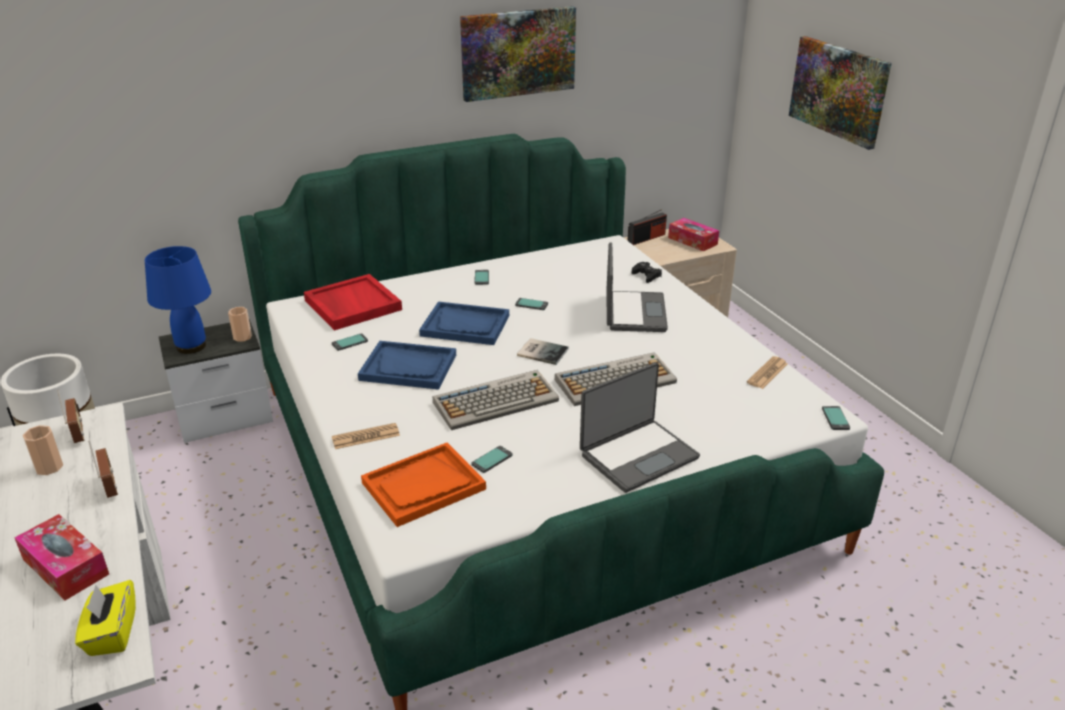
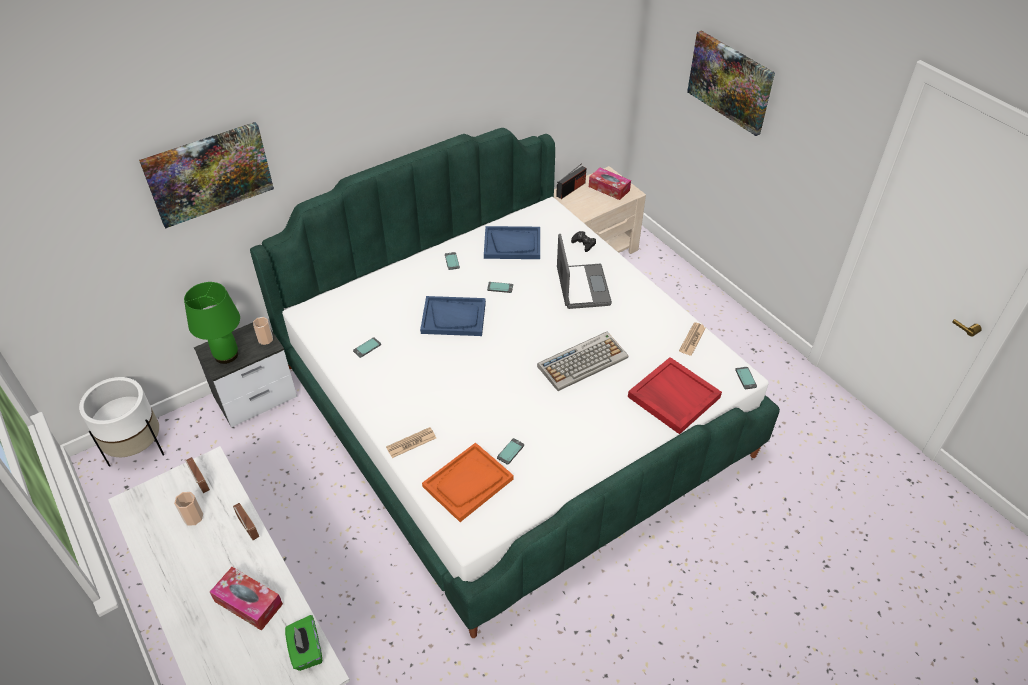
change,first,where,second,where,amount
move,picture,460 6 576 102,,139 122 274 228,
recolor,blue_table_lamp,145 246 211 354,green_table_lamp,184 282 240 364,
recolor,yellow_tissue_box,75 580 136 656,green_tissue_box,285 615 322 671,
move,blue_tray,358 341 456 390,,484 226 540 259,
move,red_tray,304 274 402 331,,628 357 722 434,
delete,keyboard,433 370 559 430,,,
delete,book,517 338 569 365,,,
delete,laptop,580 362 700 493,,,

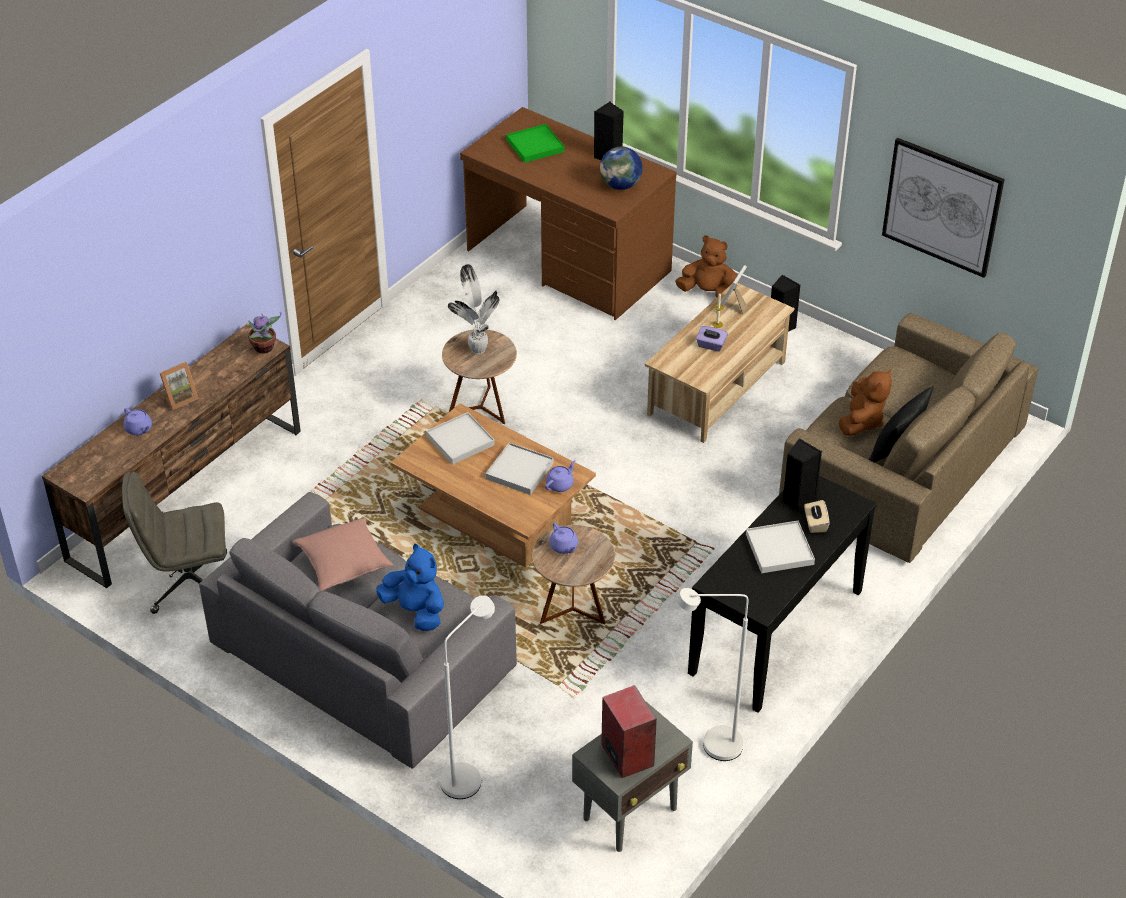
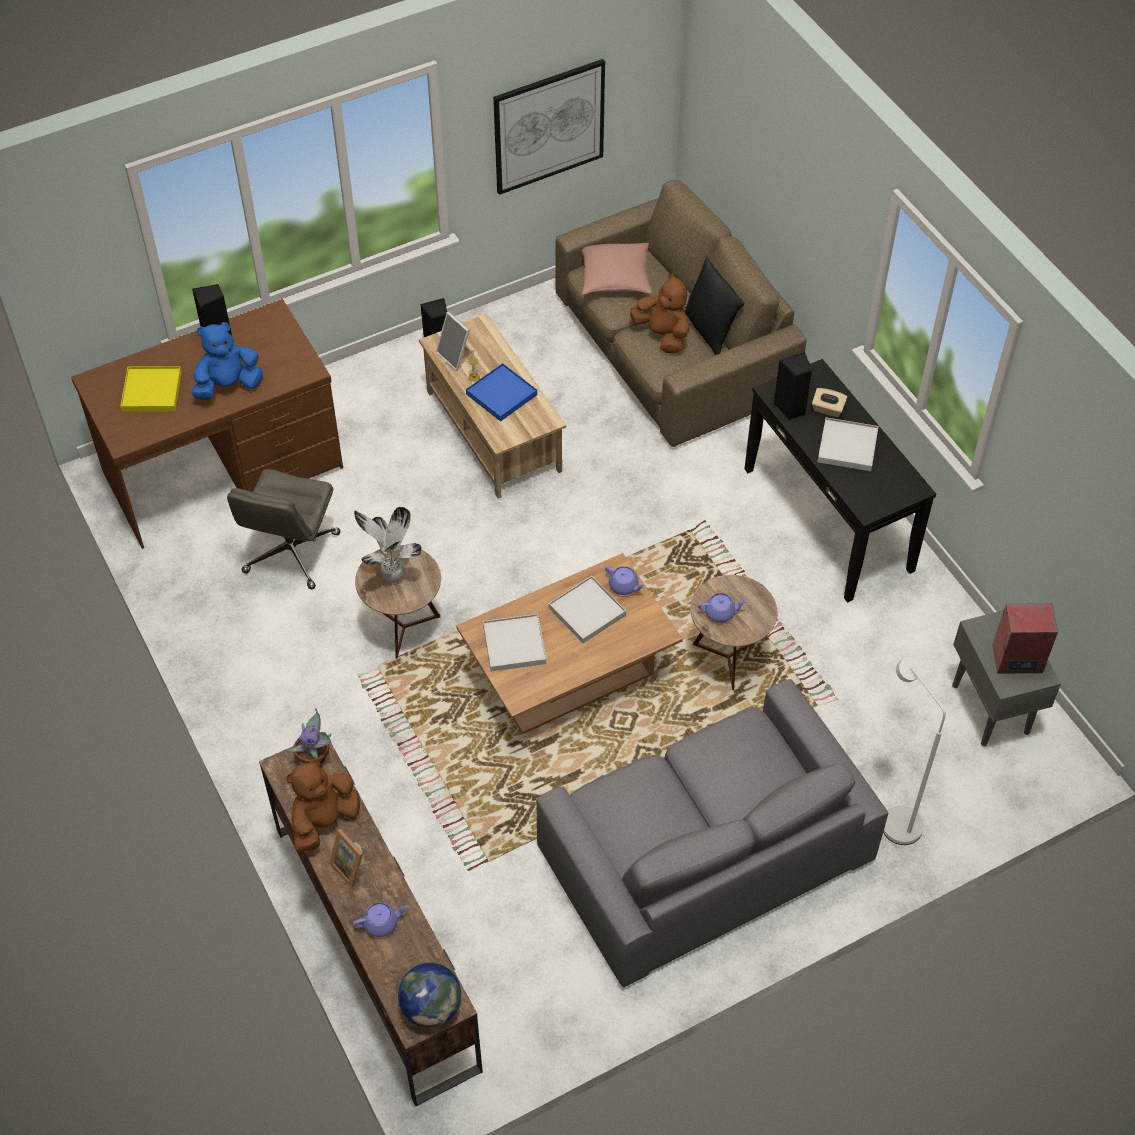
change,first,where,second,where,amount
recolor,green_tray,506 124 565 163,yellow_tray,120 366 182 412,
move,blue_plush_toy,377 544 444 631,,191 322 263 400,
move,grey_office_chair,122 472 227 614,,227 469 340 589,
move,brown_plush_toy,675 235 737 298,,287 758 360 852,
rotate,picture_frame,160 362 199 410,,329 829 363 888,150 degrees clockwise
move,globe,600 147 643 190,,398 963 461 1027,
replace,purple_tissue_box,696 326 728 352,blue_tray,466 363 537 422,
move,pink_pillow,292 518 393 591,,582 243 652 295,
rotate,purple_teapot,545 460 575 492,,605 566 645 595,150 degrees clockwise
delete,white_floor_lamp,676 588 748 761,,,

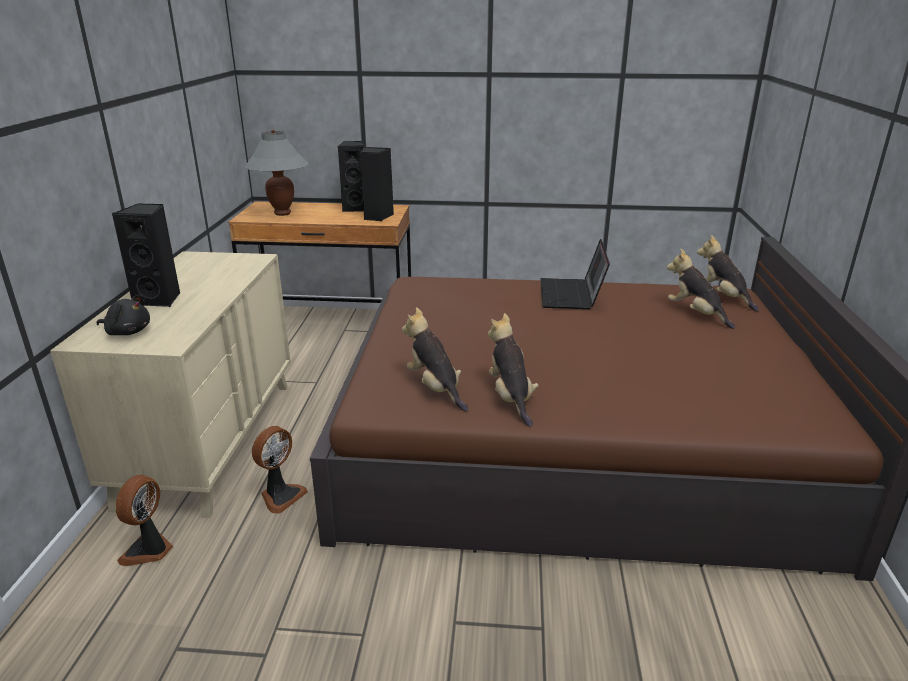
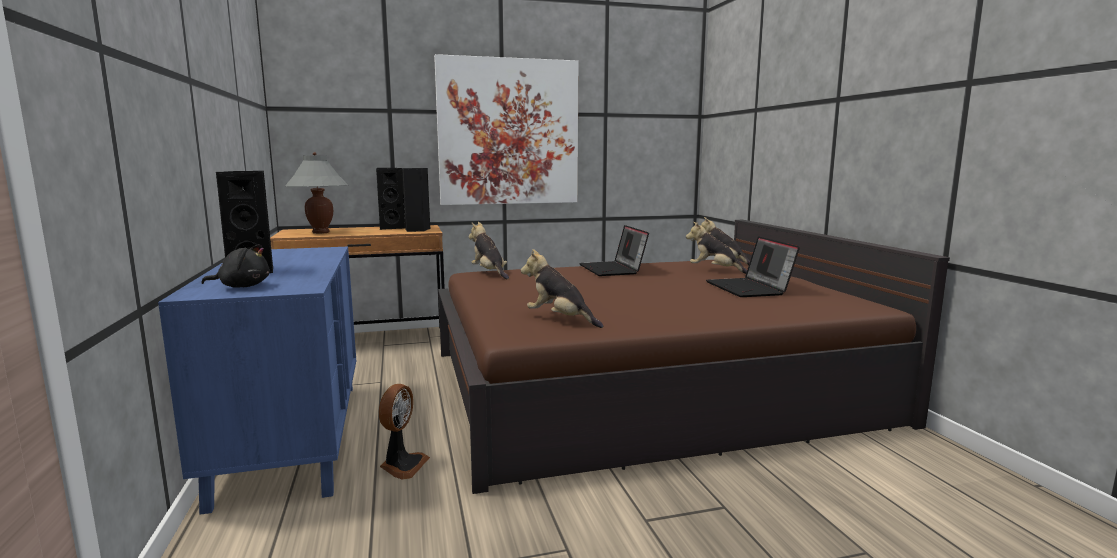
change,first,where,second,where,amount
recolor,beige_dresser,50 251 291 518,blue_dresser,158 247 356 515,
insert,,,picture,434 54 579 205,
move,plush_toy,488 313 539 427,,469 222 509 279,
insert,,,laptop,706 236 800 297,
delete,fan,116 475 173 566,,,

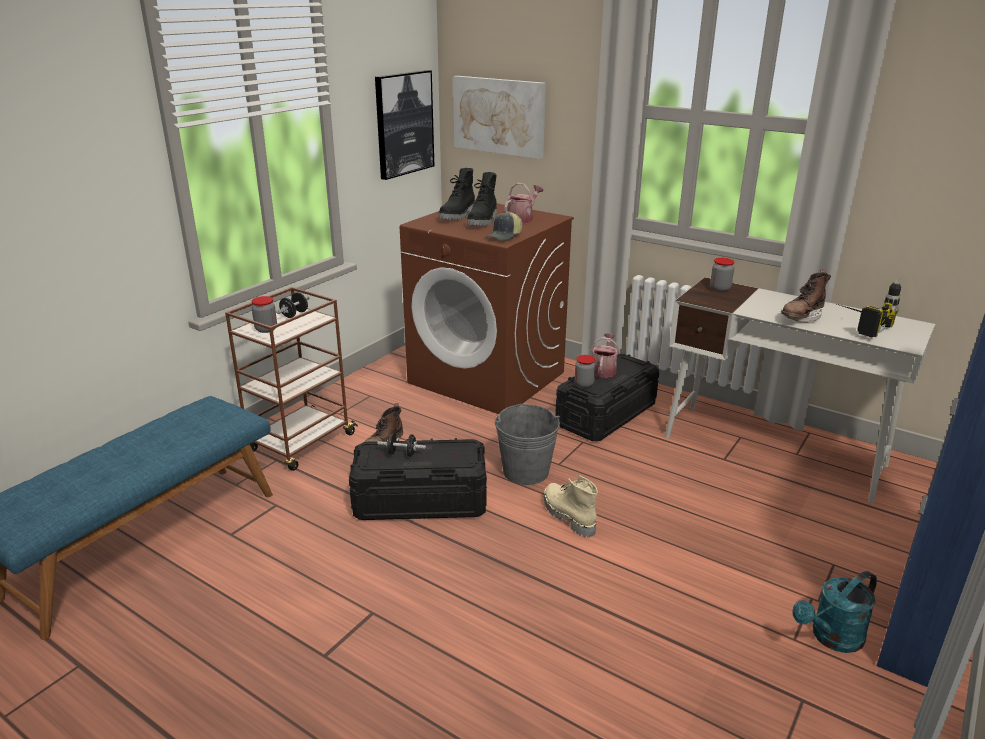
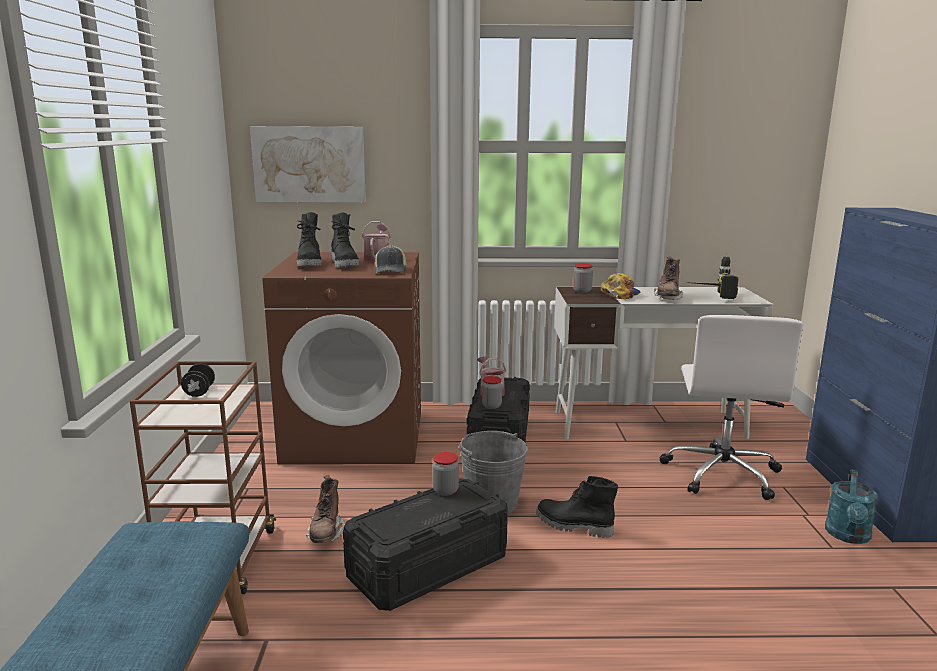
change,first,where,second,where,amount
move,jar,251 296 277 333,,432 452 459 496,
recolor,beige_boot,544 475 598 538,black_boot,536 476 618 538,
insert,,,cap,601 273 641 299,
insert,,,white_office_chair,660 315 803 500,
delete,picture,375 70 434 180,,,
delete,black_dumbbell,377 433 426 457,,,

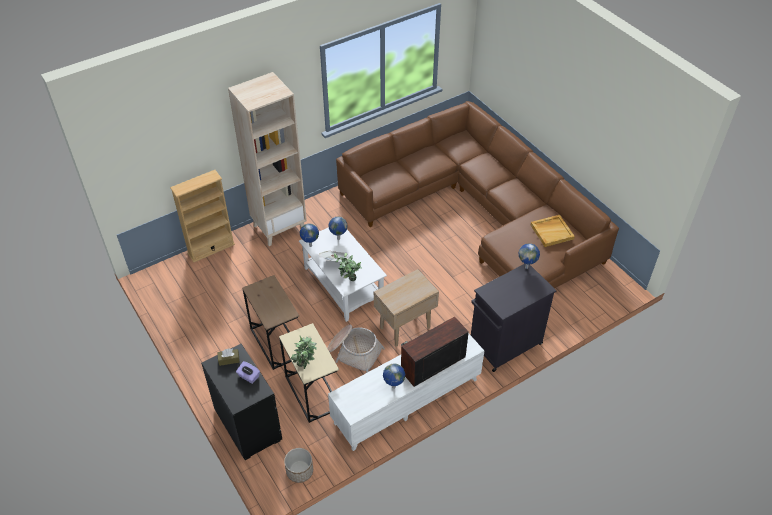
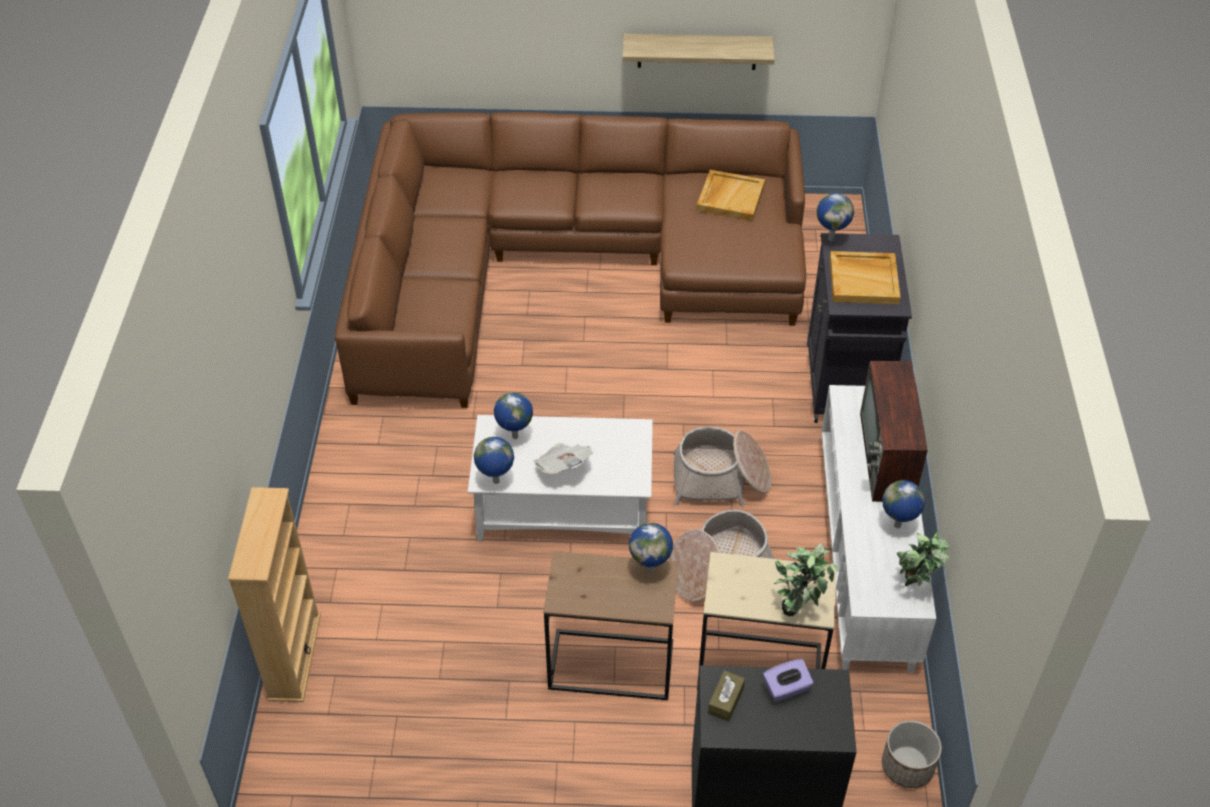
change,first,where,second,where,amount
insert,,,shelf,623 34 775 70,
insert,,,globe,629 523 673 573,
replace,beige_side_table,374 269 439 347,basket,673 427 771 506,
insert,,,beige_tray,830 251 901 304,
move,potted_plant,334 253 362 281,,897 530 950 586,
delete,beige_bookcase,228 72 307 246,,,

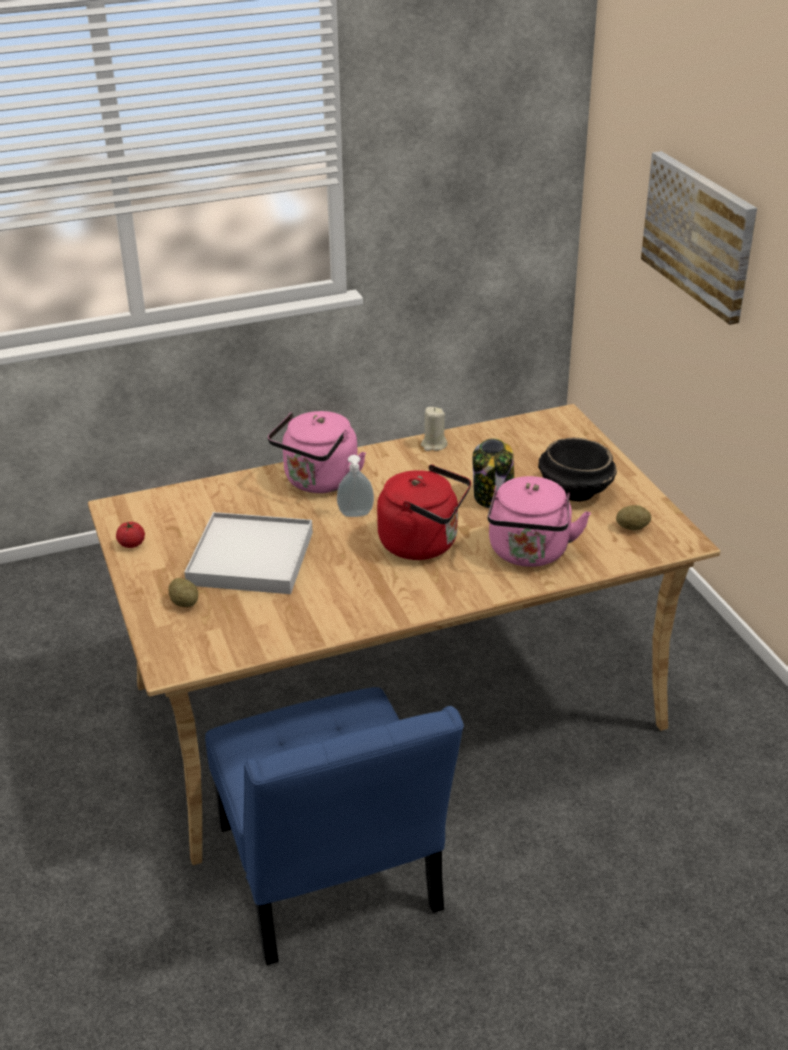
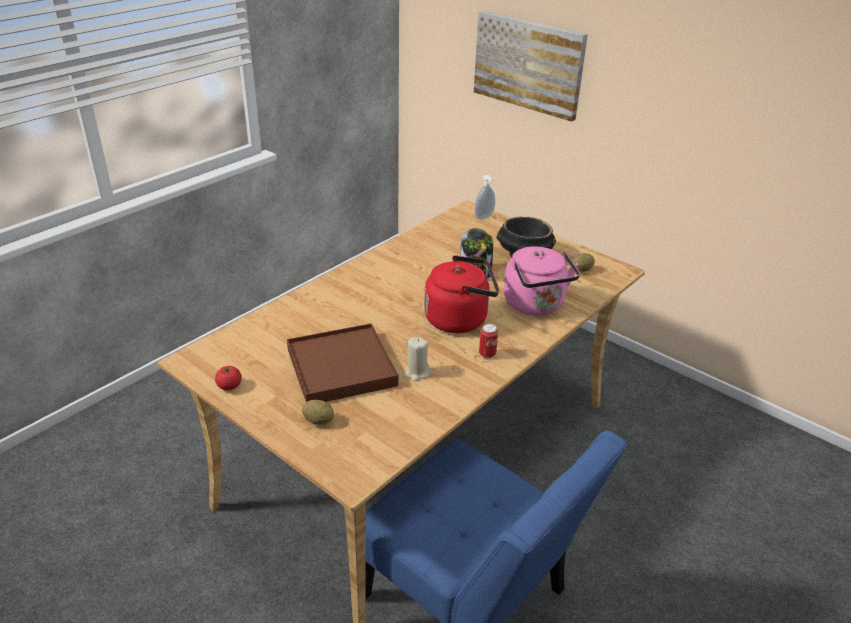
change,first,where,second,where,amount
recolor,white_tray,184 512 313 594,brown_tray,287 323 398 402,
move,beige_candle,421 407 448 451,,405 337 431 381,
move,soap_dispenser,337 455 374 517,,475 175 495 220,
insert,,,can,479 324 498 358,
delete,pink_kettle,268 411 366 493,,,

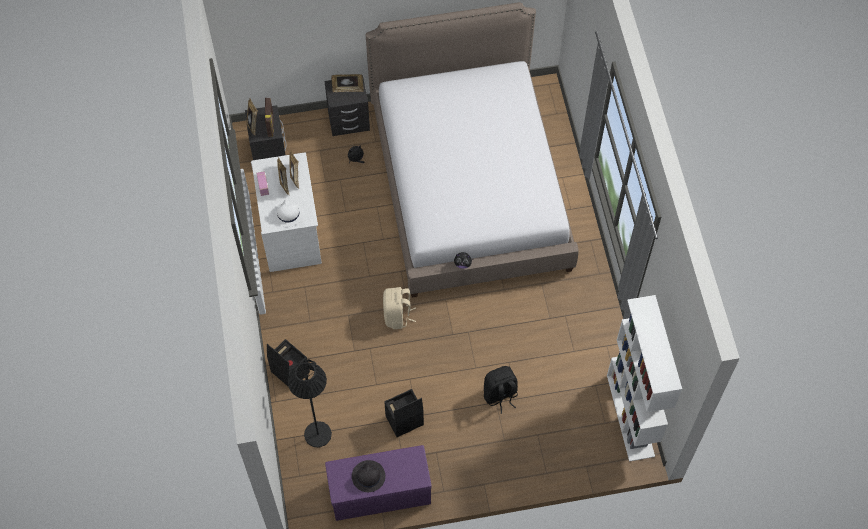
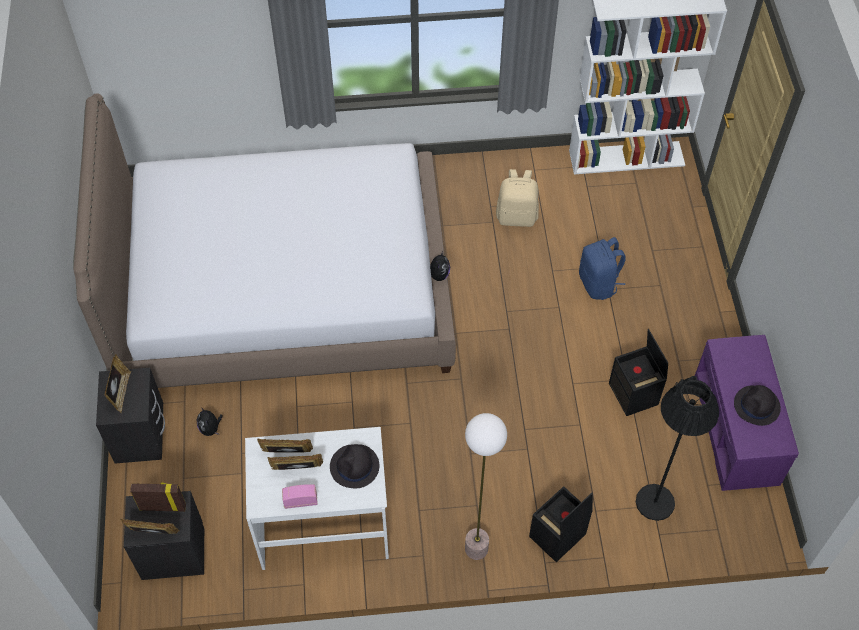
change,first,where,second,where,amount
recolor,white_hat,273 199 304 227,black_hat,330 444 379 488,
insert,,,floor_lamp,465 413 507 560,
move,beige_backpack,383 287 416 329,,496 169 539 227,
recolor,black_backpack,484 366 518 414,blue_backpack,579 237 626 300,

